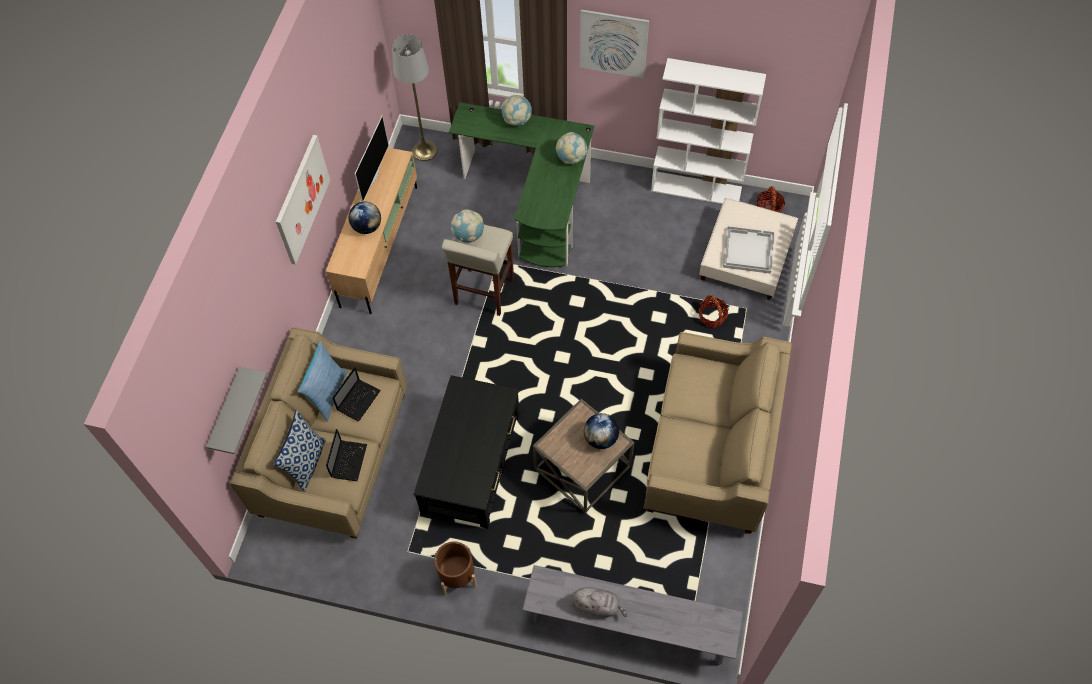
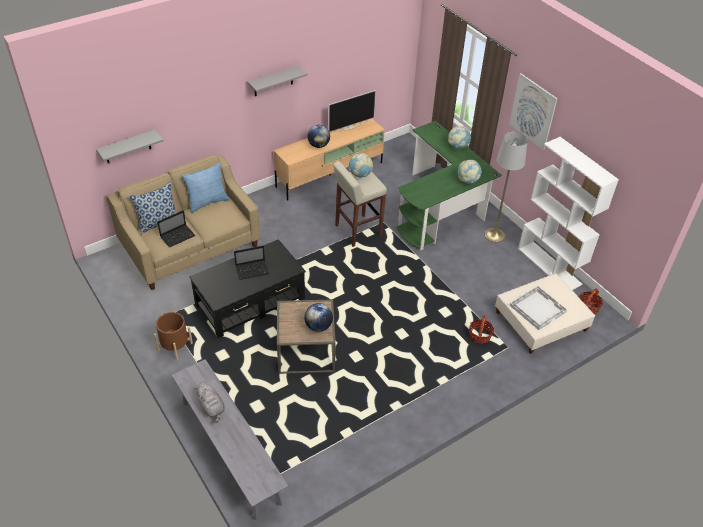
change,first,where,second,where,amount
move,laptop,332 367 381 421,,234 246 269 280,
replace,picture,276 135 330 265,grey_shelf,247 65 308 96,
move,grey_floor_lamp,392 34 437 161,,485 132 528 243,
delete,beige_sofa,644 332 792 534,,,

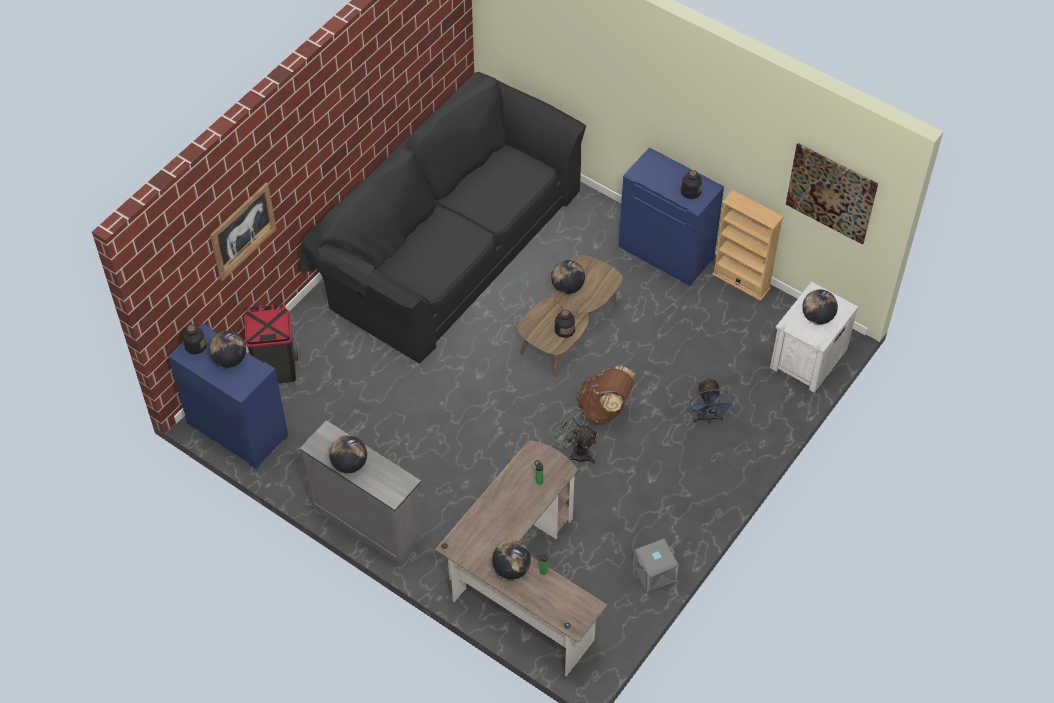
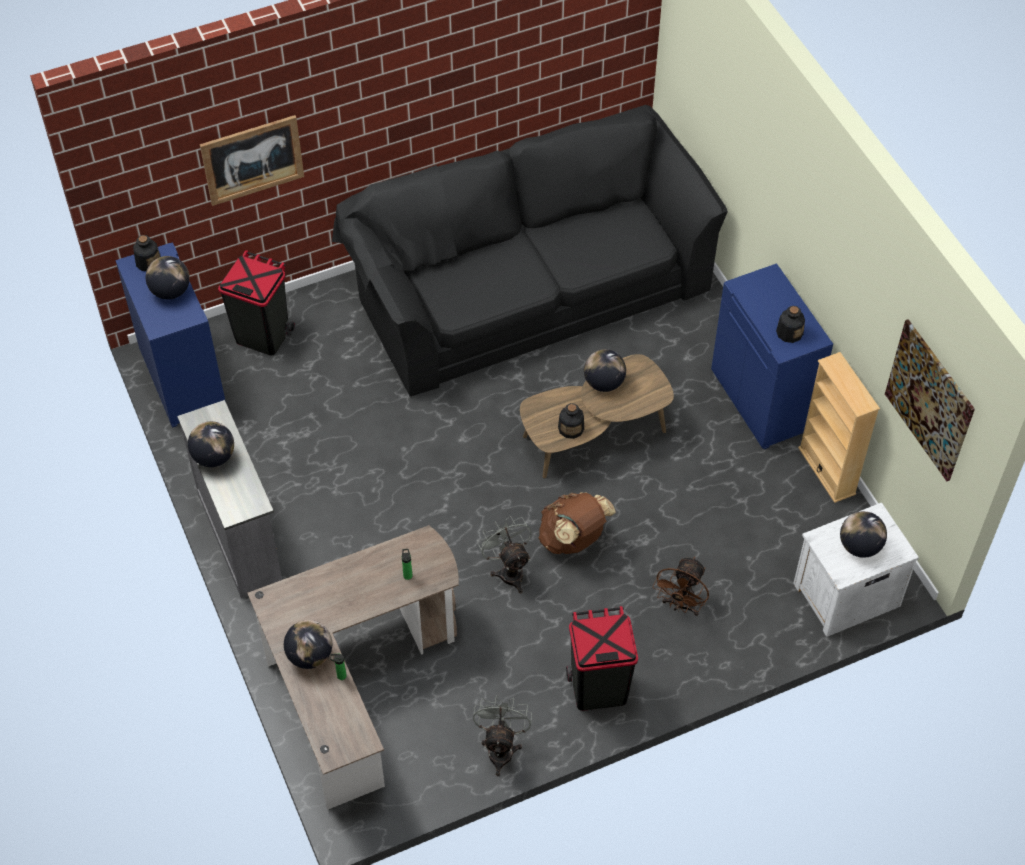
change,first,where,second,where,amount
replace,grey_storage_box,633 538 679 592,grey_fan,473 695 532 776,
insert,,,black_trash_can,566 606 638 711,
recolor,blue_fan,690 377 734 423,brown_fan,653 557 709 616,

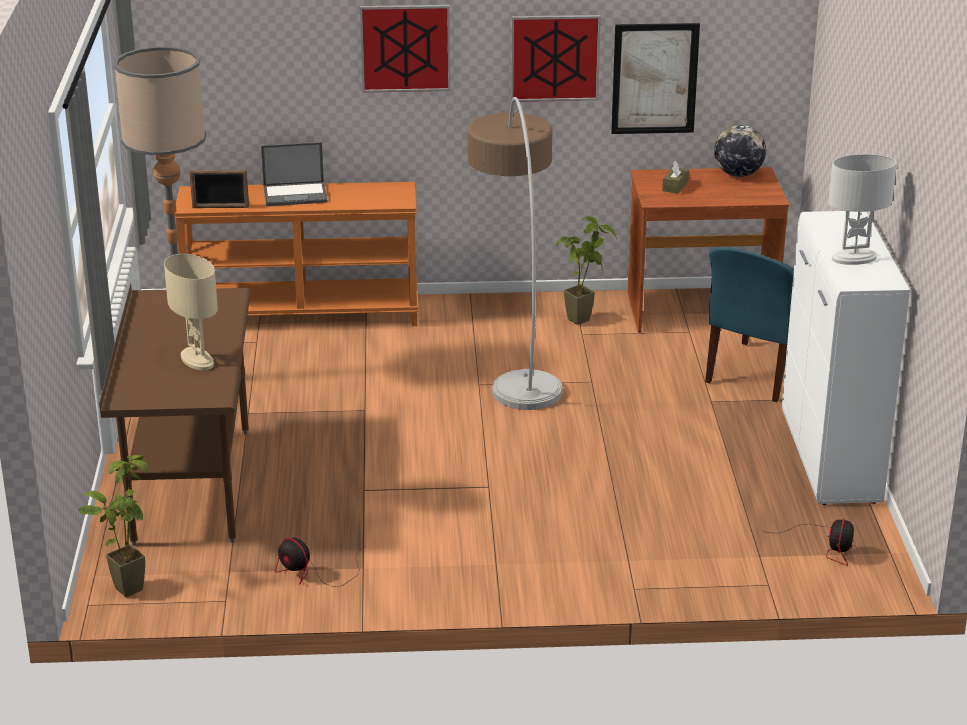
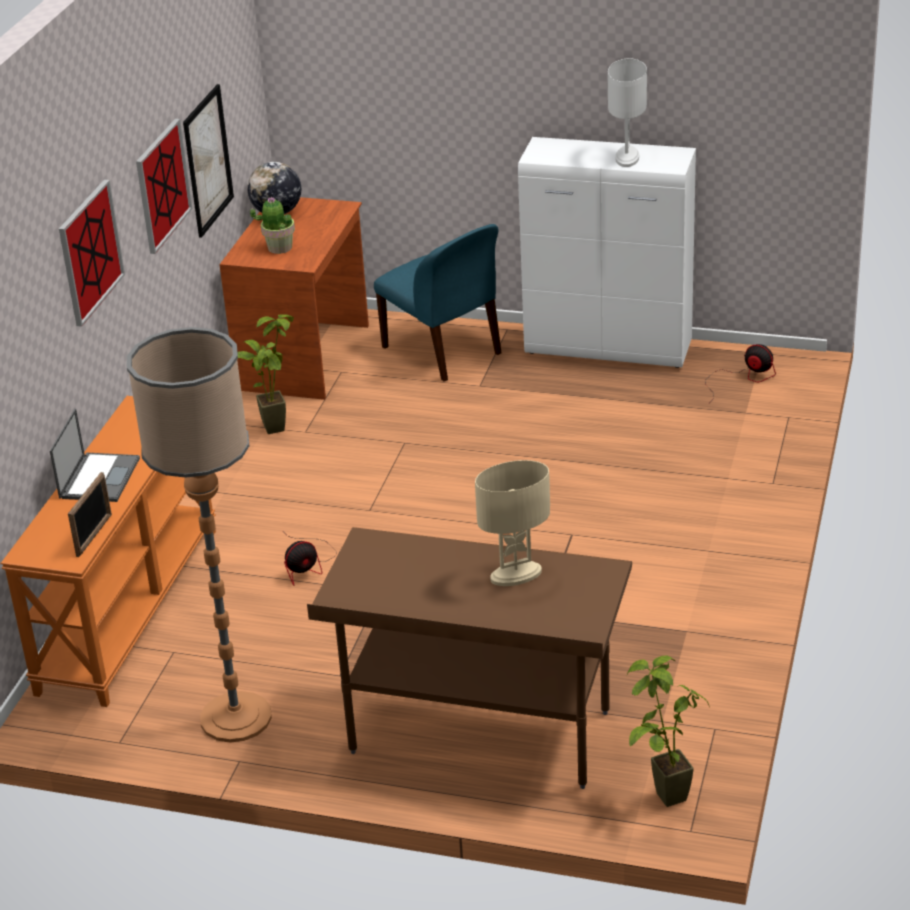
change,first,where,second,where,amount
replace,brown_tissue_box,662 161 689 194,potted_plant,250 196 295 254,
move,fan,275 538 364 587,,284 535 337 586,
delete,floor_lamp,468 97 562 410,,,

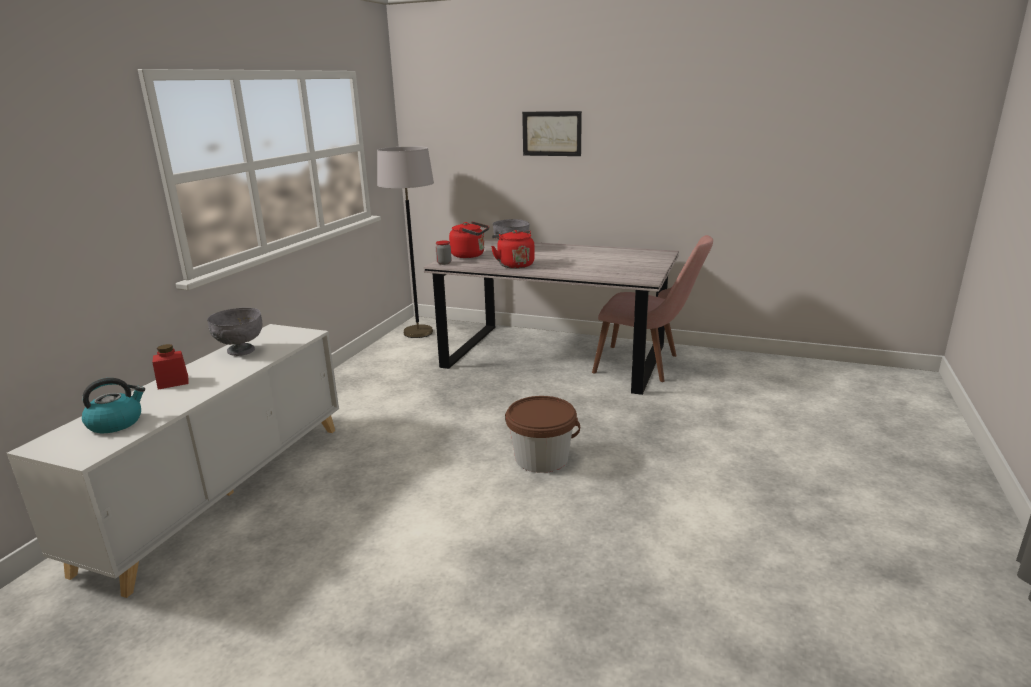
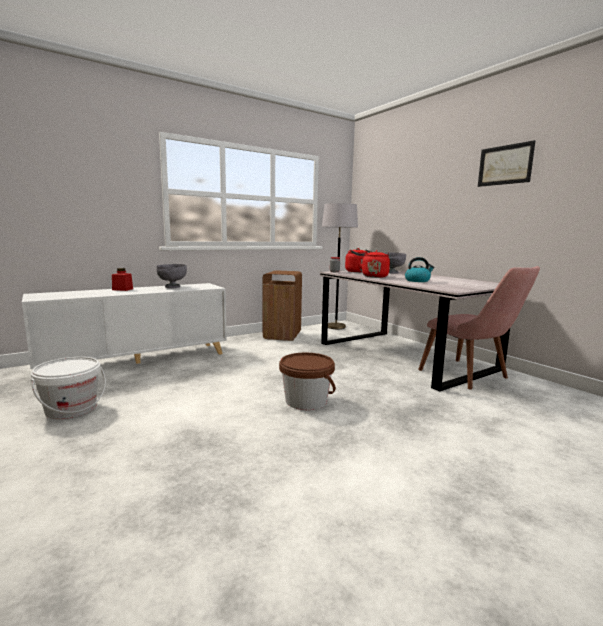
change,first,where,second,where,amount
insert,,,white_bucket,31 357 106 419,
insert,,,brown_trash_can,262 270 302 341,
move,kettle,82 378 145 433,,405 257 435 282,
move,picture,522 111 582 156,,478 140 535 187,

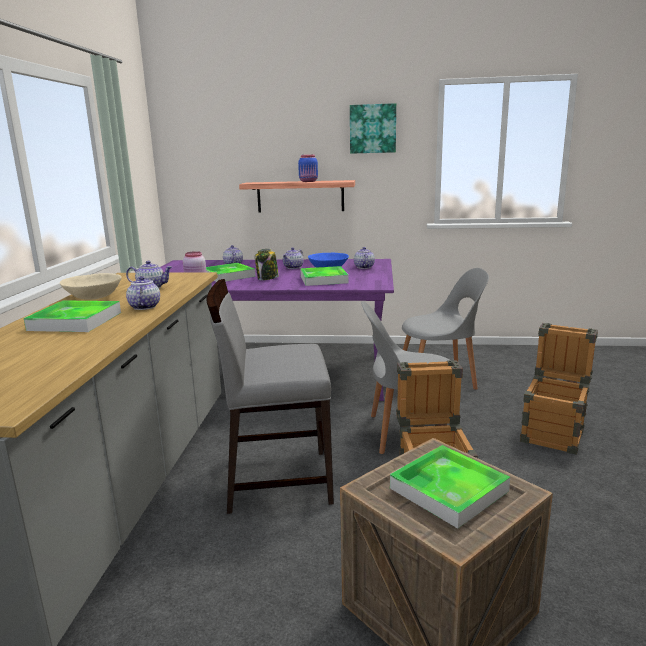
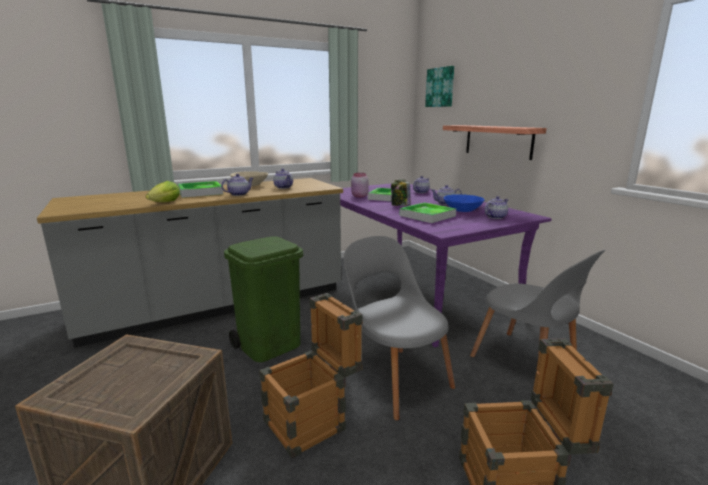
change,first,where,second,where,amount
insert,,,lettuce,146 181 180 202,
replace,grey_chair,207 279 334 514,green_trash_can,224 236 303 362,
move,picture,350 103 396 154,,425 66 454 107,
delete,blue_jar,298 155 318 182,,,
delete,tray,390 445 510 529,,,

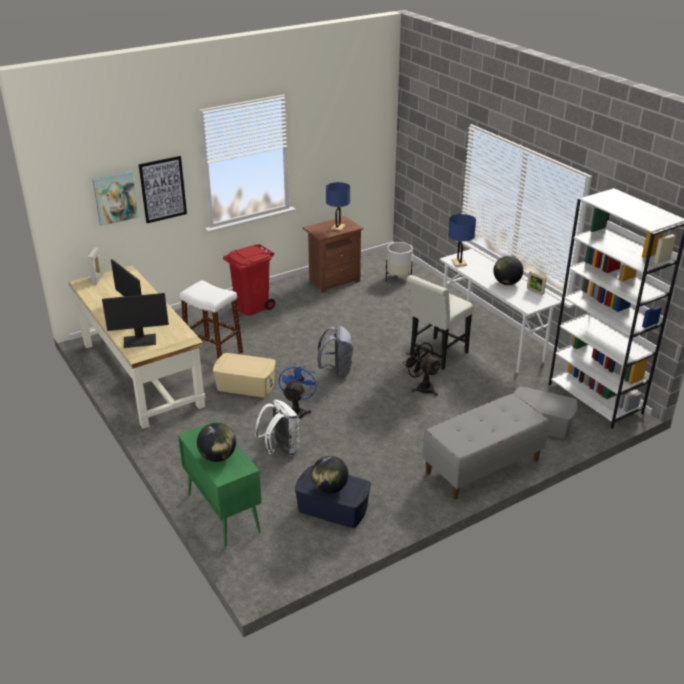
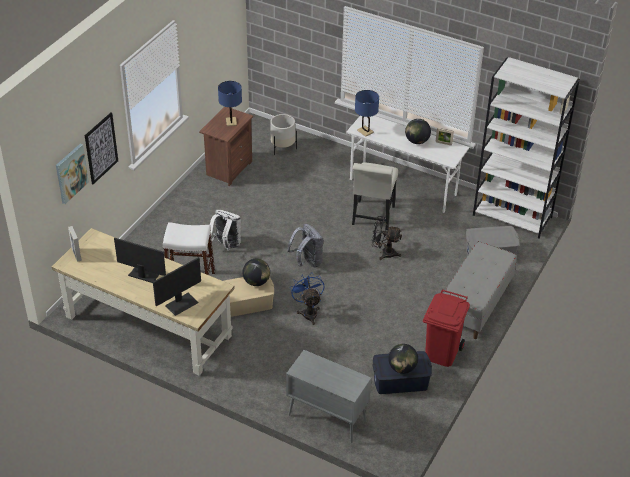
change,first,where,second,where,amount
move,white_backpack,255 400 300 456,,210 210 241 251,
move,globe,197 423 236 462,,243 259 270 286,
recolor,green_cabinet,178 420 262 548,grey_cabinet,286 350 371 443,
move,red_trash_can,223 244 275 316,,423 289 470 367,

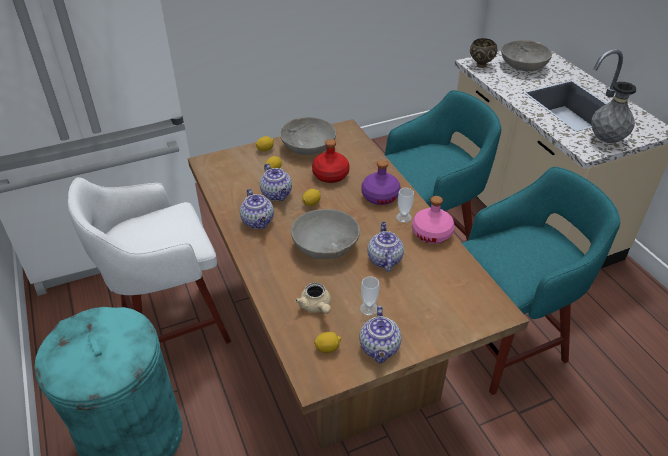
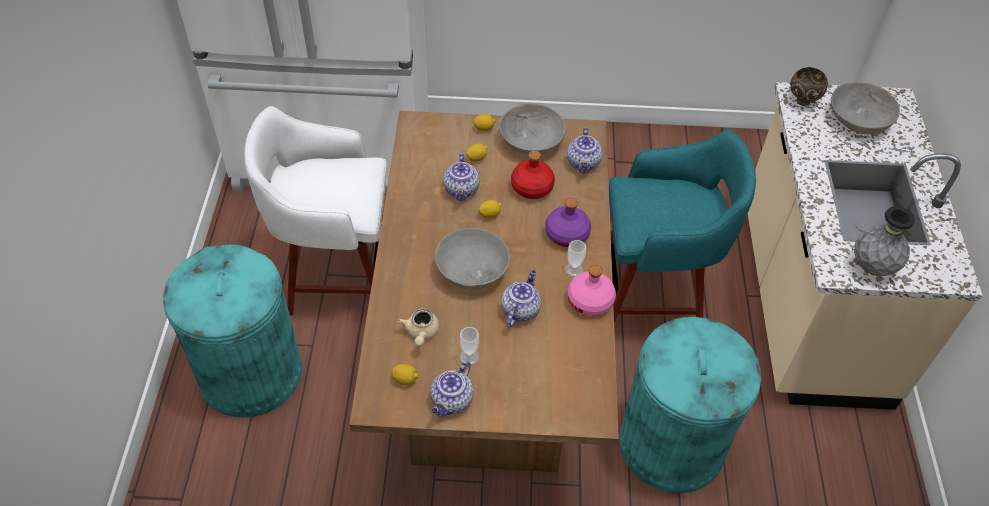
change,first,where,second,where,amount
move,teapot,240 188 274 229,,567 127 603 174,
replace,turquoise_stool,462 167 620 395,turquoise_trash_can,619 317 761 493,

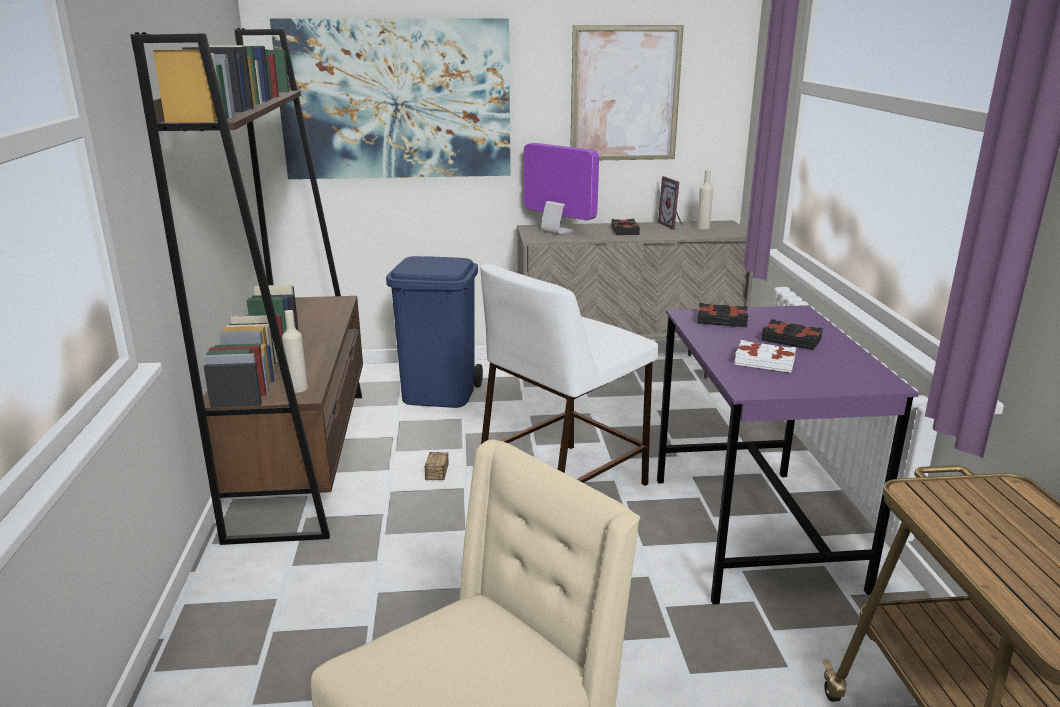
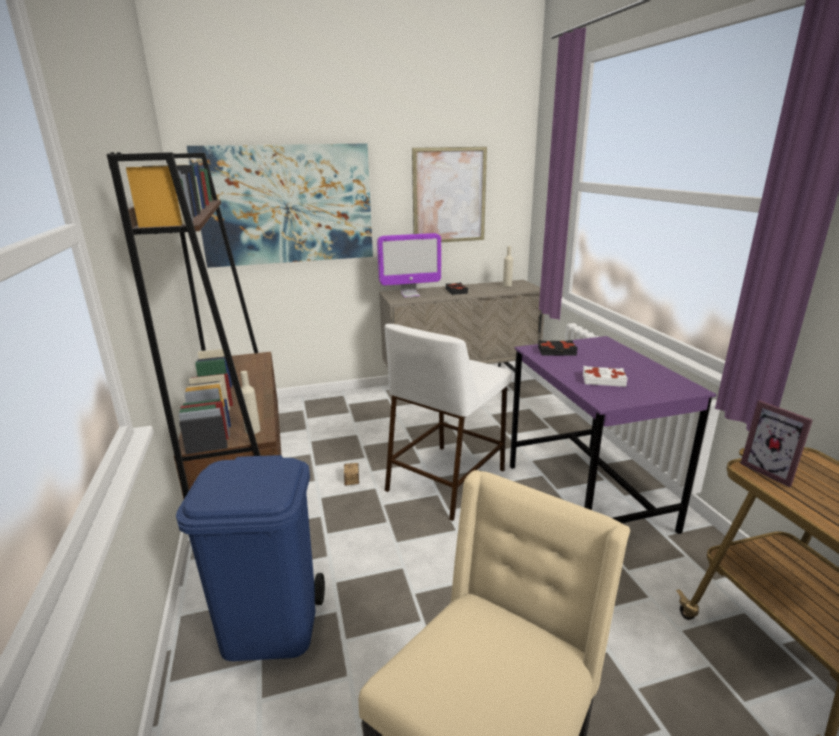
change,first,where,second,where,amount
move,blue_trash_can,386 256 483 408,,176 455 325 661,
rotate,monitor,524 143 599 235,,377 233 441 298,135 degrees clockwise
move,picture_frame,658 176 682 230,,740 400 813 487,
delete,black_book,761 319 823 350,,,

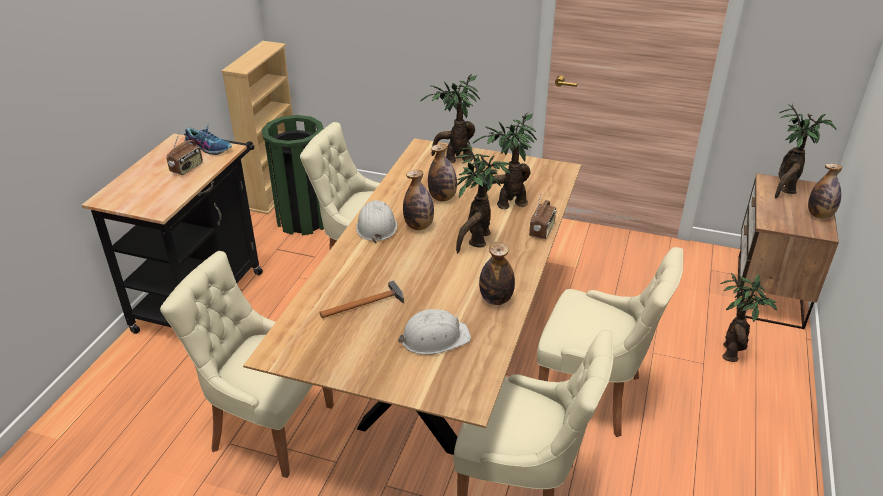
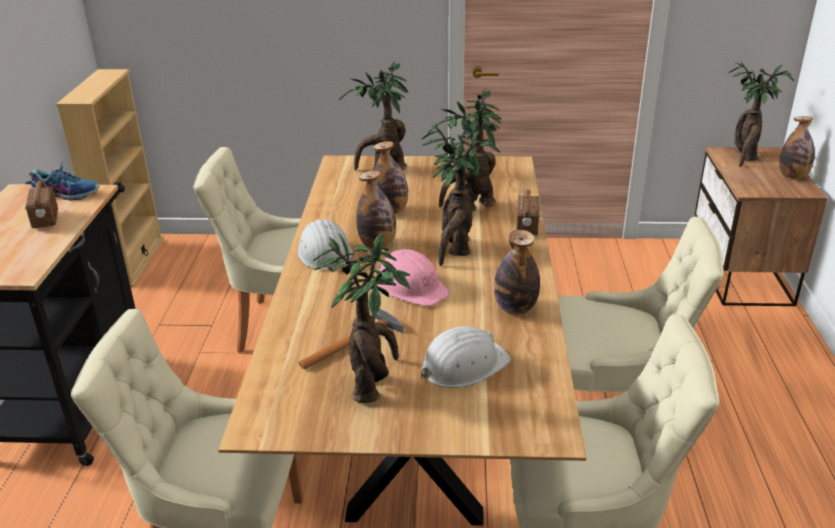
change,first,where,second,where,amount
rotate,radio,166 131 203 175,,25 175 58 228,150 degrees clockwise
move,potted_plant,721 273 777 362,,313 233 411 403,
insert,,,pink_hard_hat,377 249 450 306,
delete,green_trash_can,262 115 324 236,,,

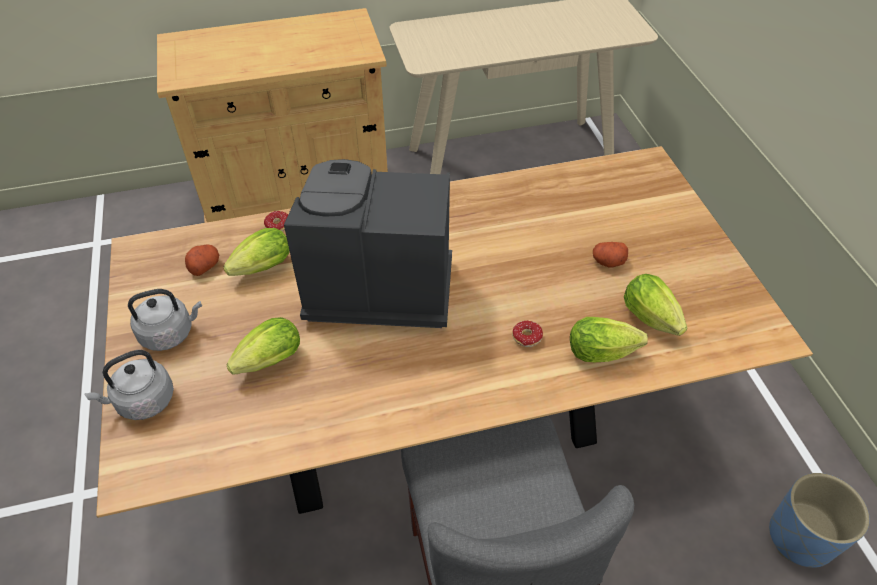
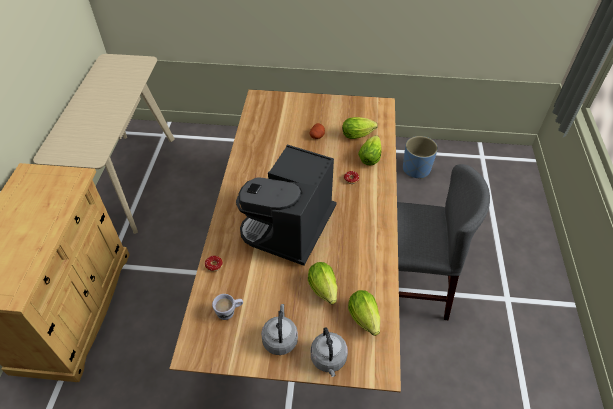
change,first,where,second,where,amount
replace,potato,185 244 219 276,white_mug,212 294 243 320,
move,lettuce,223 228 289 276,,348 290 380 336,

